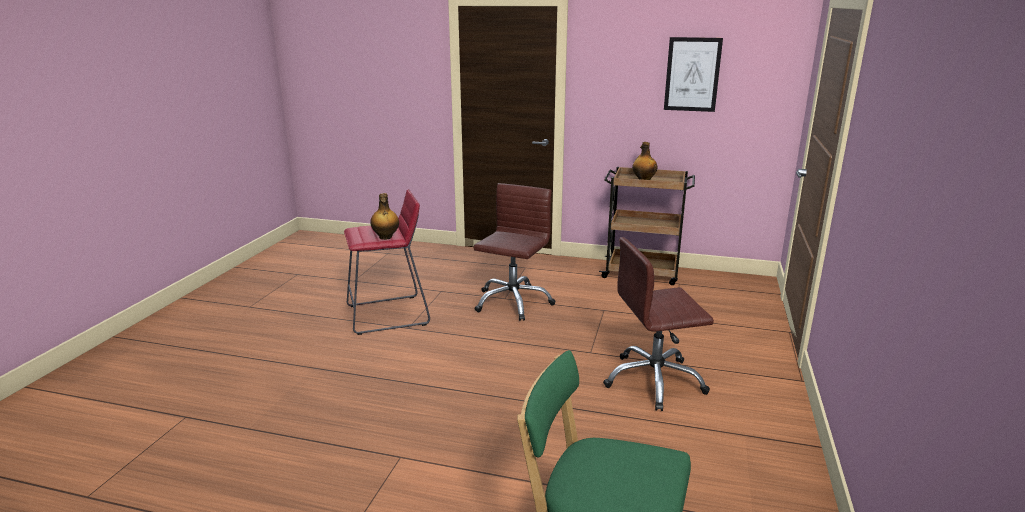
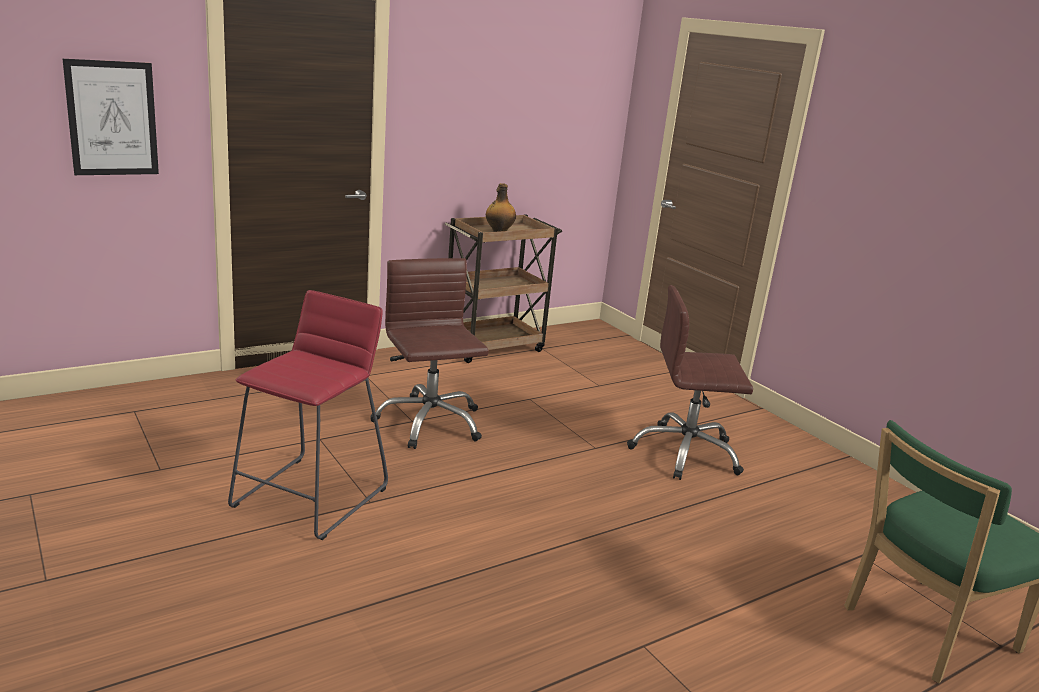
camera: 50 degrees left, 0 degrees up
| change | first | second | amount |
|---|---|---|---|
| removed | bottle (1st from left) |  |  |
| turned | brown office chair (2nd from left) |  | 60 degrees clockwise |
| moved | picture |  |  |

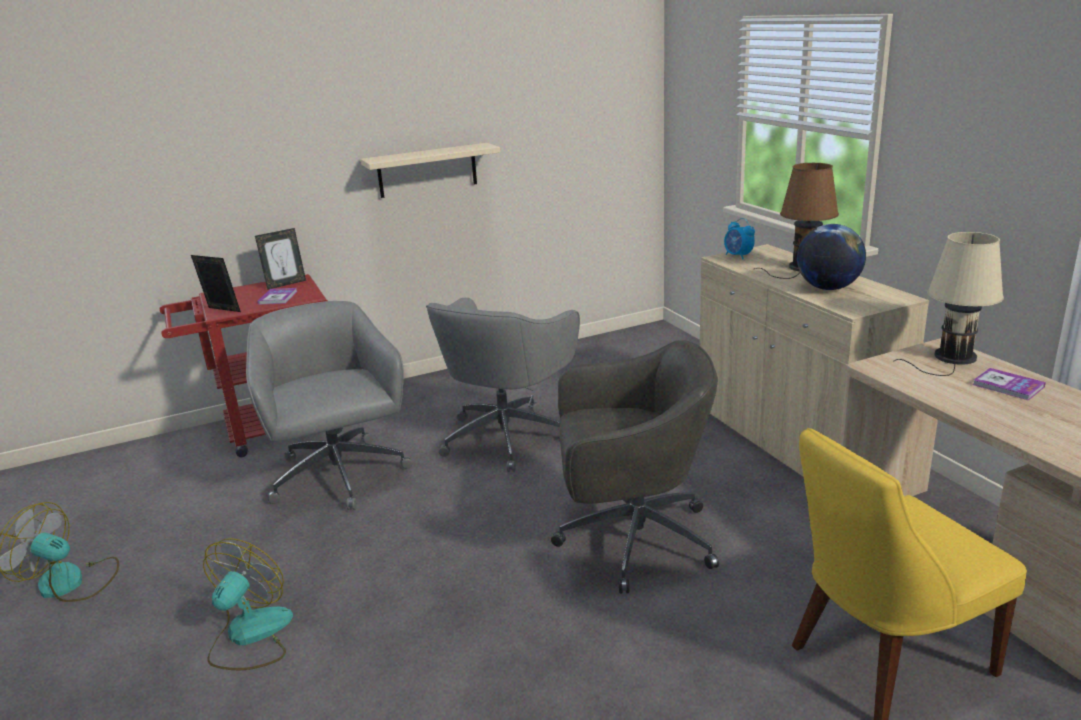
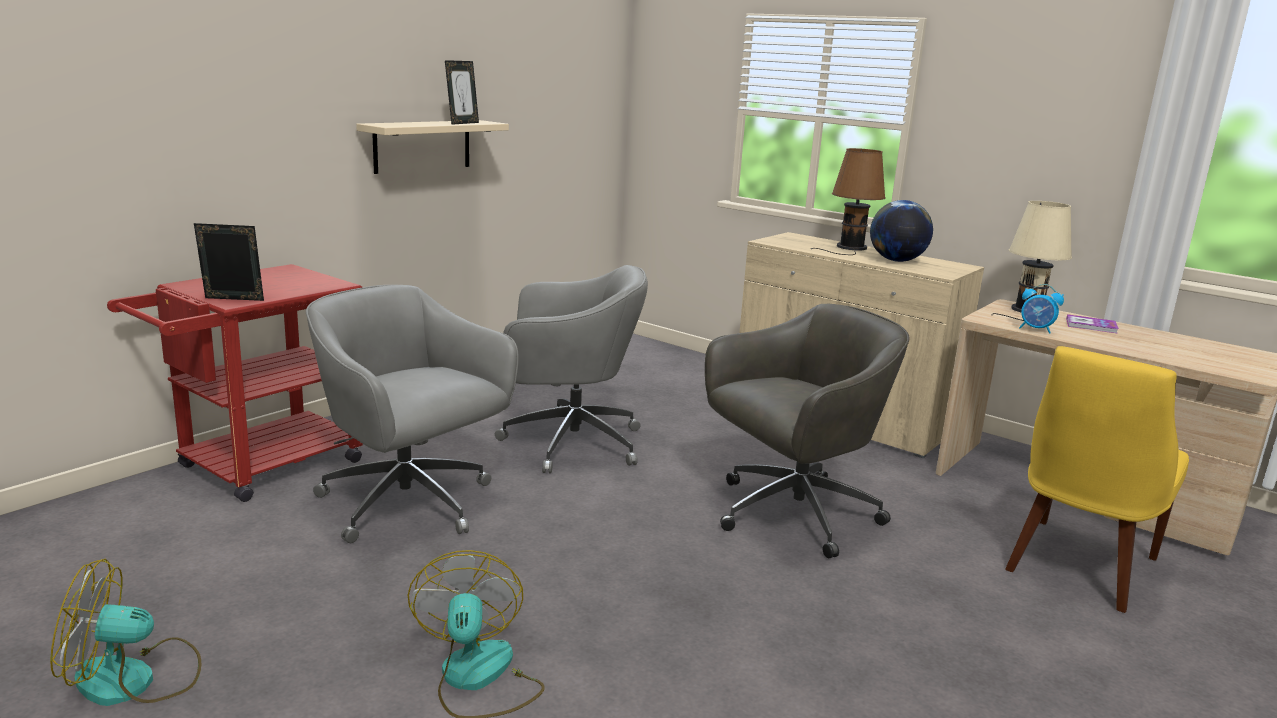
camera: 30 degrees left, 5 degrees down
| change | first | second | amount |
|---|---|---|---|
| moved | picture frame (2nd from left) |  |  |
| removed | book (1st from left) |  |  |
| turned | grey office chair (2nd from left) |  | 90 degrees counterclockwise |
| moved | alarm clock |  |  |

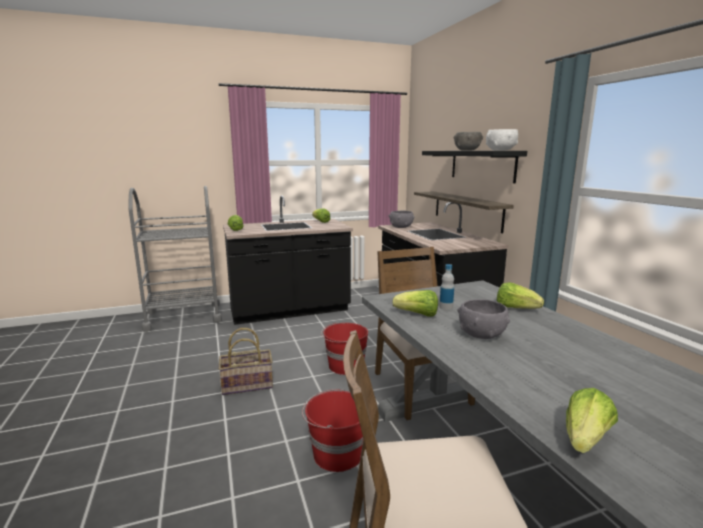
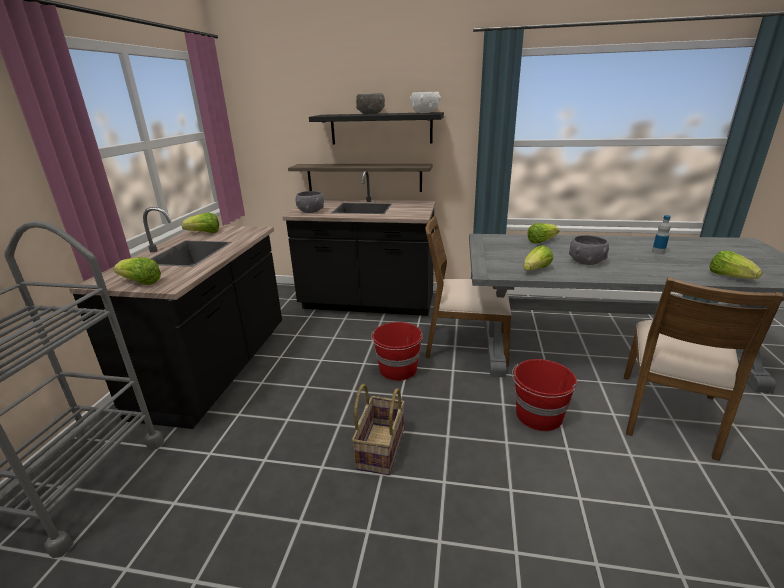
camera: 60 degrees left, 10 degrees up
| change | first | second | amount |
|---|---|---|---|
| moved | bottle |  |  |

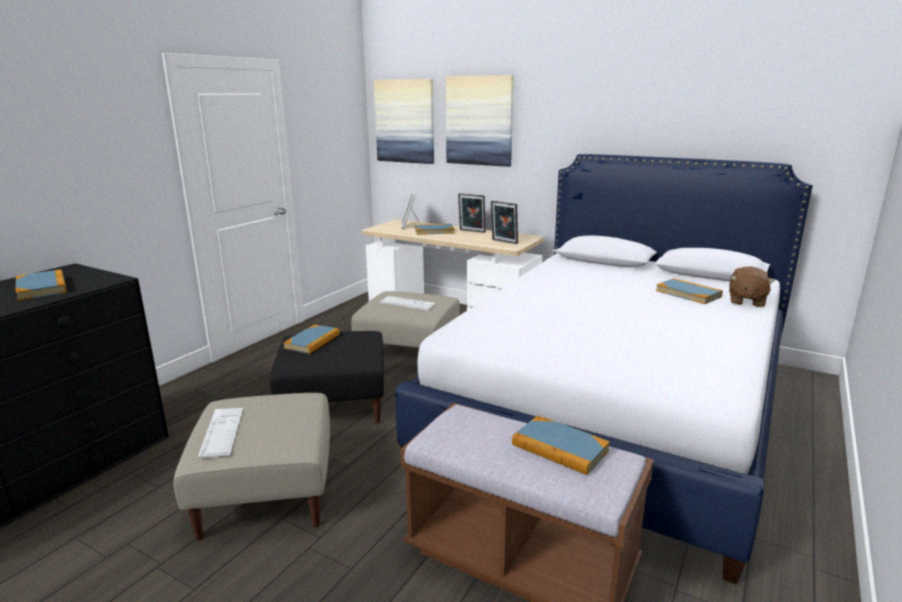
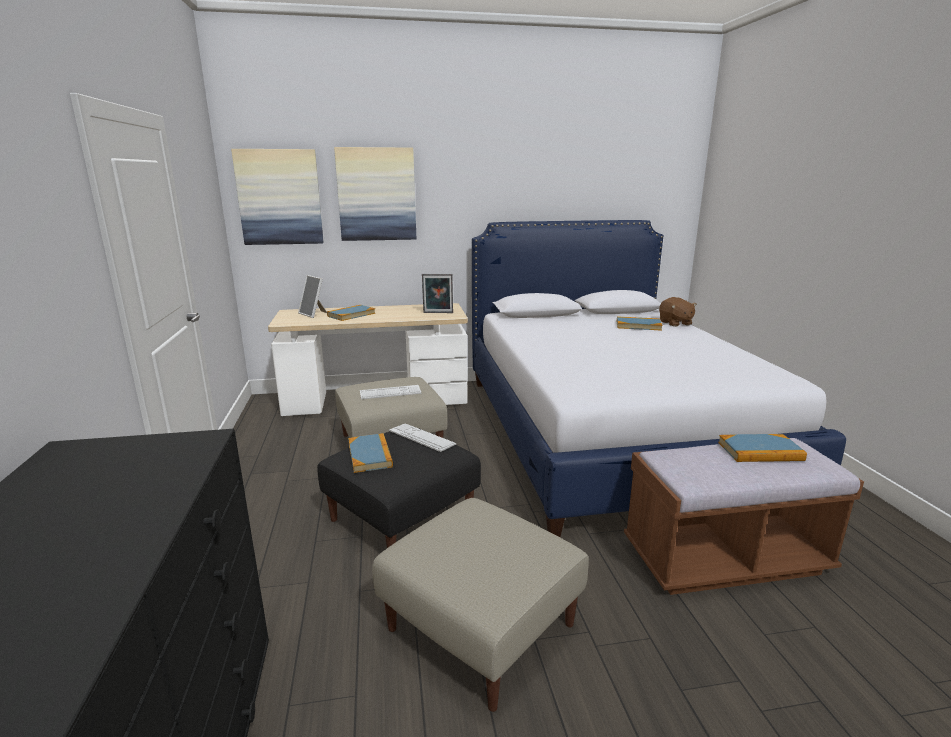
camera: 40 degrees left, 0 degrees up
| change | first | second | amount |
|---|---|---|---|
| removed | book (1st from left) |  |  |
| moved | keyboard (1st from left in the first image) | keyboard (2nd from left) |  |
| removed | picture frame (2nd from left) |  |  |

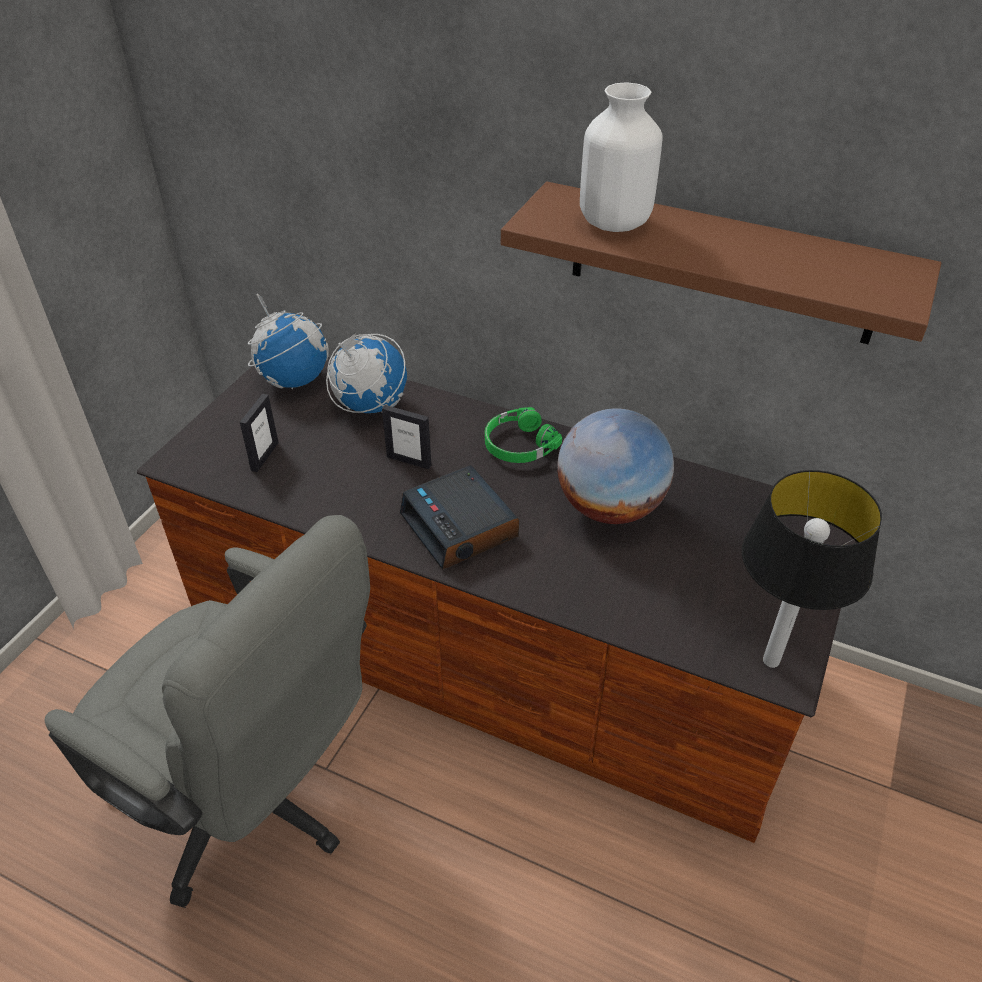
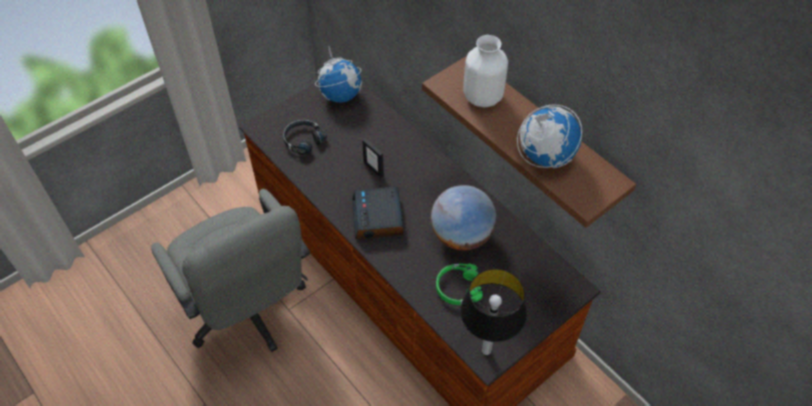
camera: 25 degrees right, 10 degrees up
| change | first | second | amount |
|---|---|---|---|
| replaced | picture frame (1st from left) | black headphones |  |
| moved | globe (2nd from left in the first image) | globe (3rd from left) |  |
| moved | green headphones |  |  |

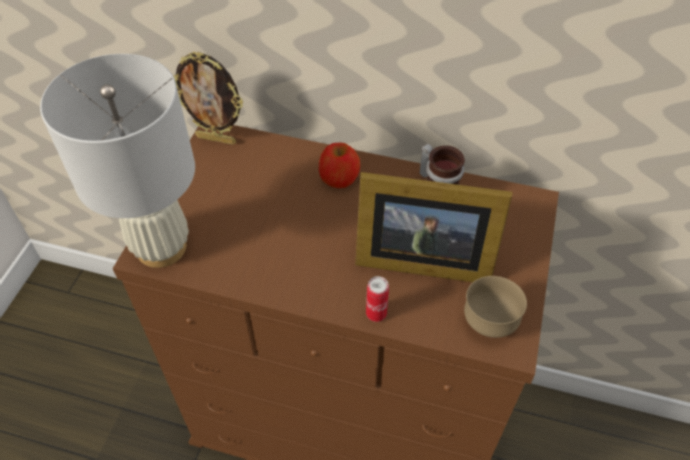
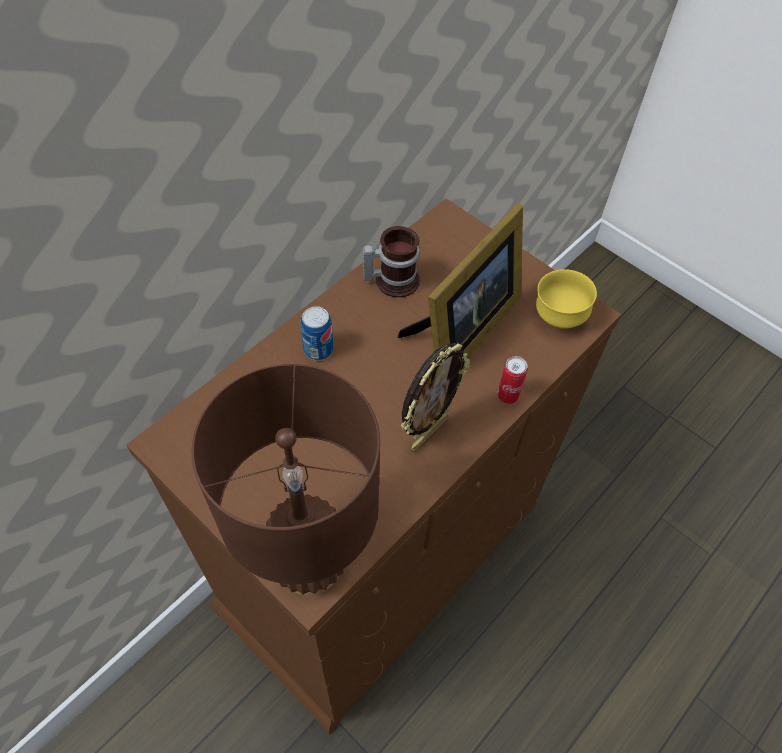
camera: 65 degrees left, 5 degrees up
| change | first | second | amount |
|---|---|---|---|
| recoloured | white table lamp | brown table lamp |  |
| moved | picture frame (1st from left) |  |  |
| replaced | apple | can (1st from left) |  |
| recoloured | brown bowl | yellow bowl |  |

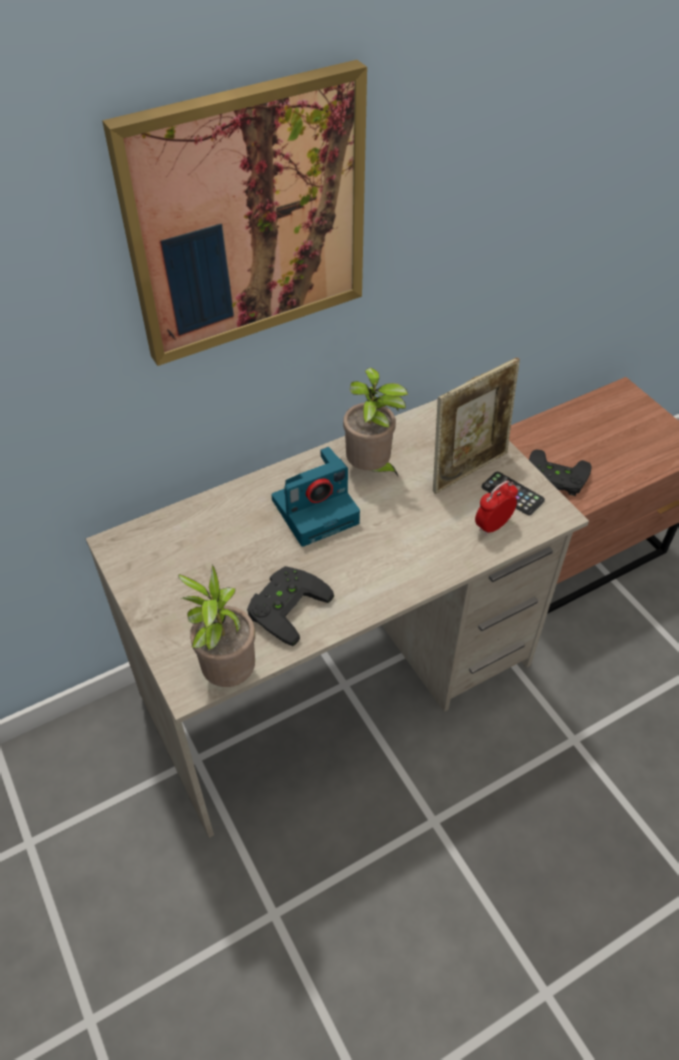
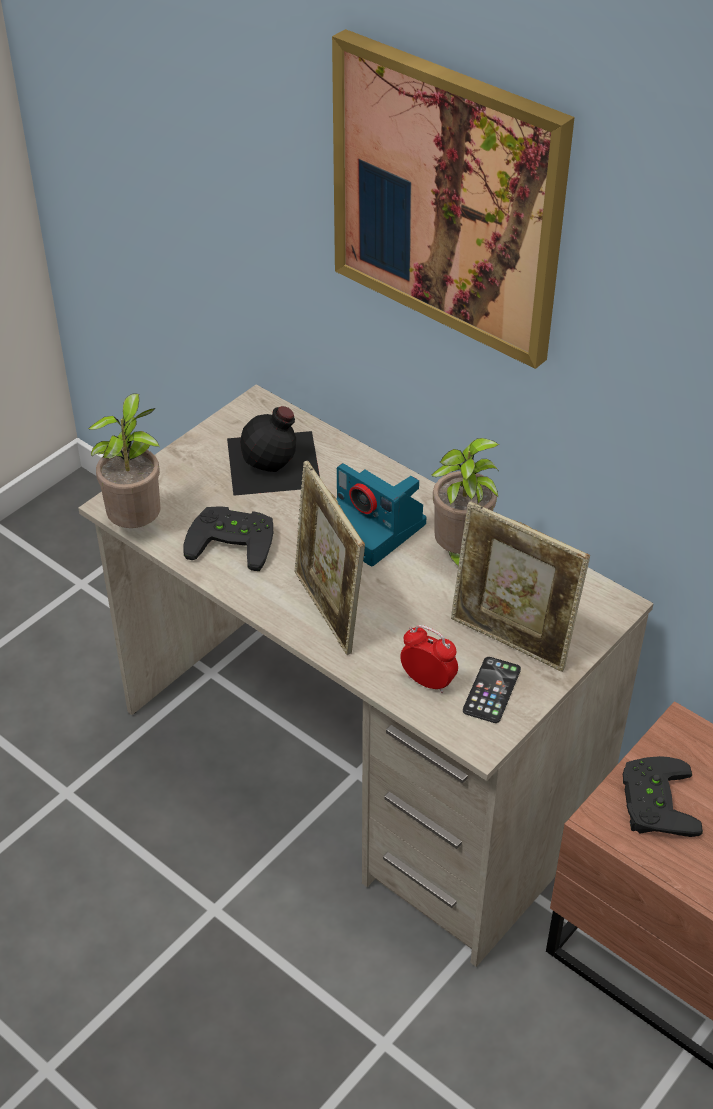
camera: 70 degrees right, 5 degrees down
| change | first | second | amount |
|---|---|---|---|
| added |  | black bottle |  |
| added |  | picture frame (1st from left) |  |

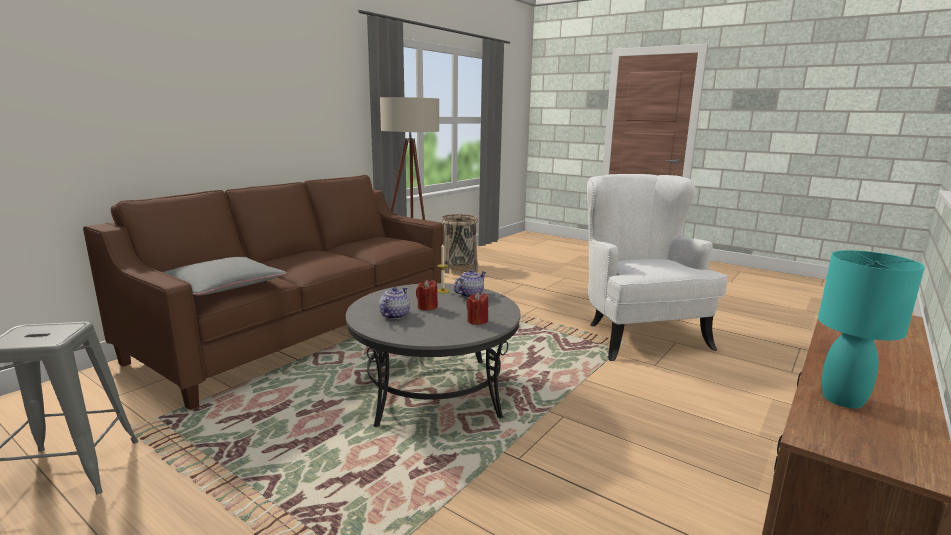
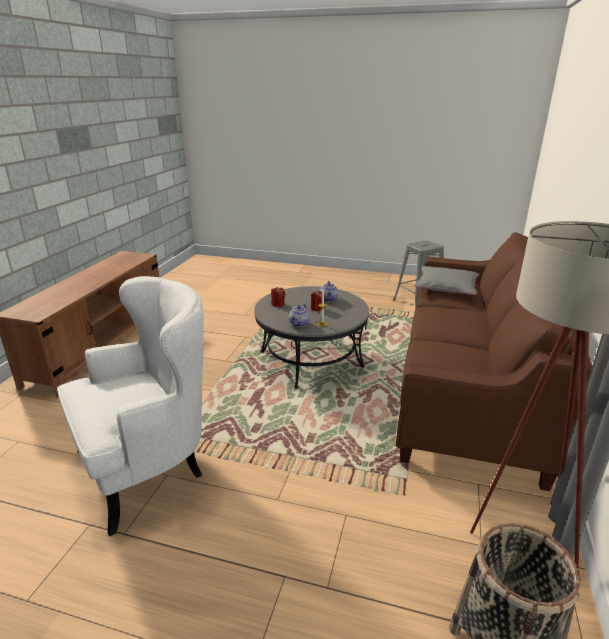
camera: 160 degrees right, 10 degrees up
| change | first | second | amount |
|---|---|---|---|
| turned | white armchair |  | 90 degrees counterclockwise |
| removed | turquoise table lamp |  |  |

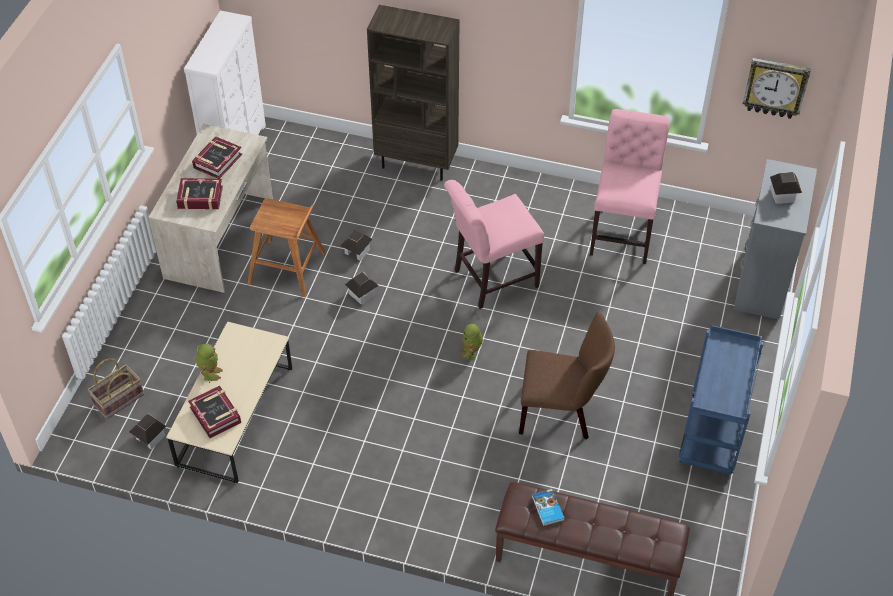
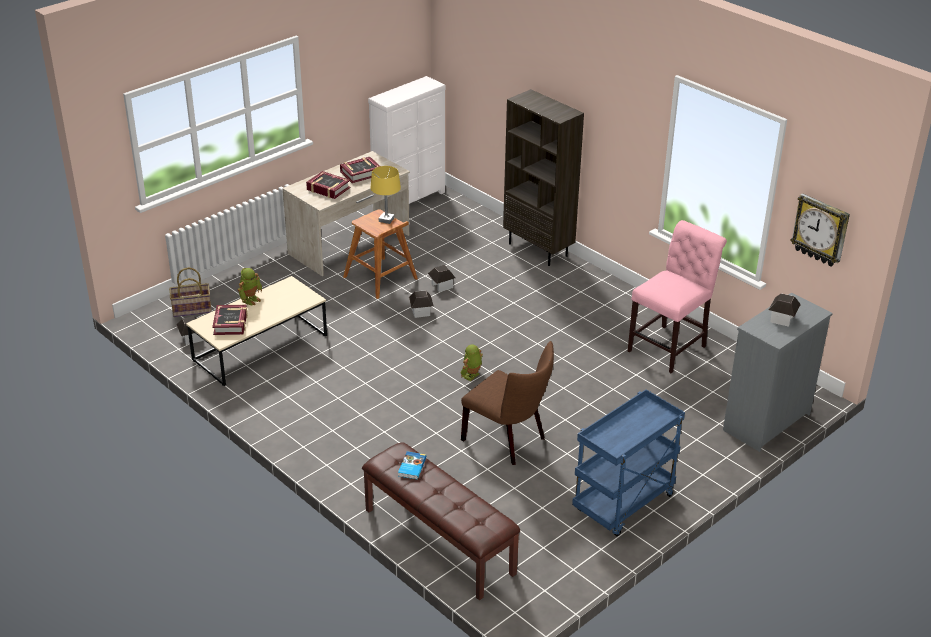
camera: 30 degrees right, 15 degrees down
| change | first | second | amount |
|---|---|---|---|
| removed | pink chair (1st from left) |  |  |
| added |  | yellow table lamp |  |

